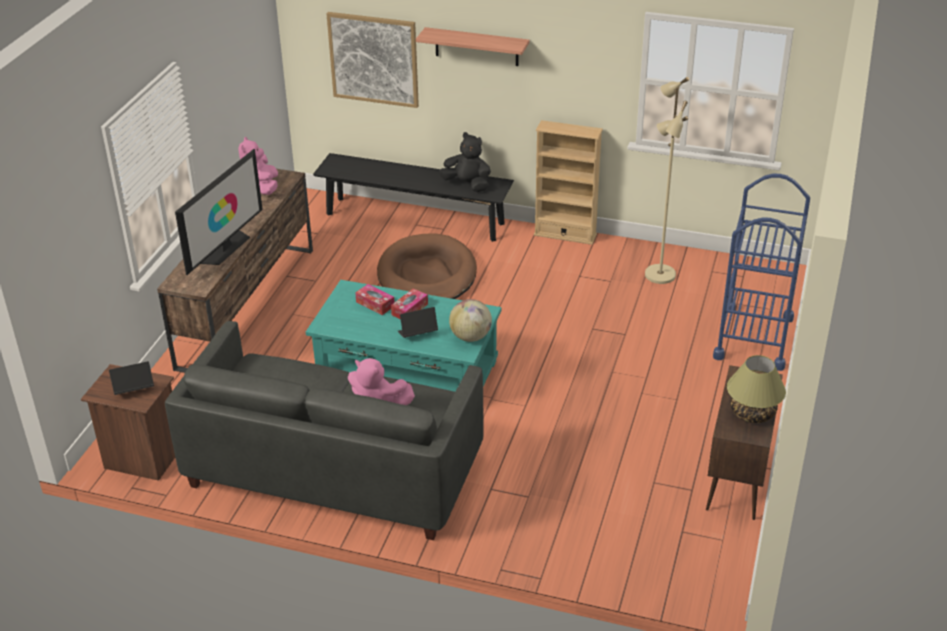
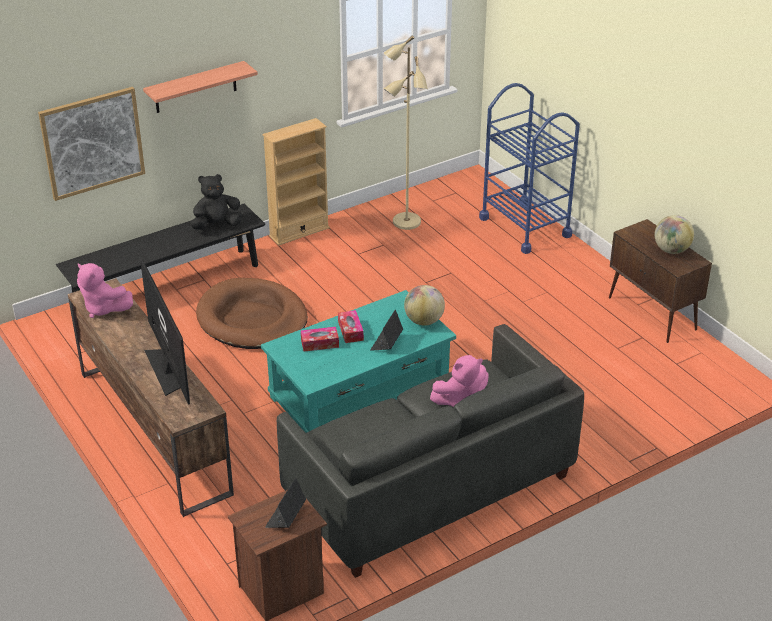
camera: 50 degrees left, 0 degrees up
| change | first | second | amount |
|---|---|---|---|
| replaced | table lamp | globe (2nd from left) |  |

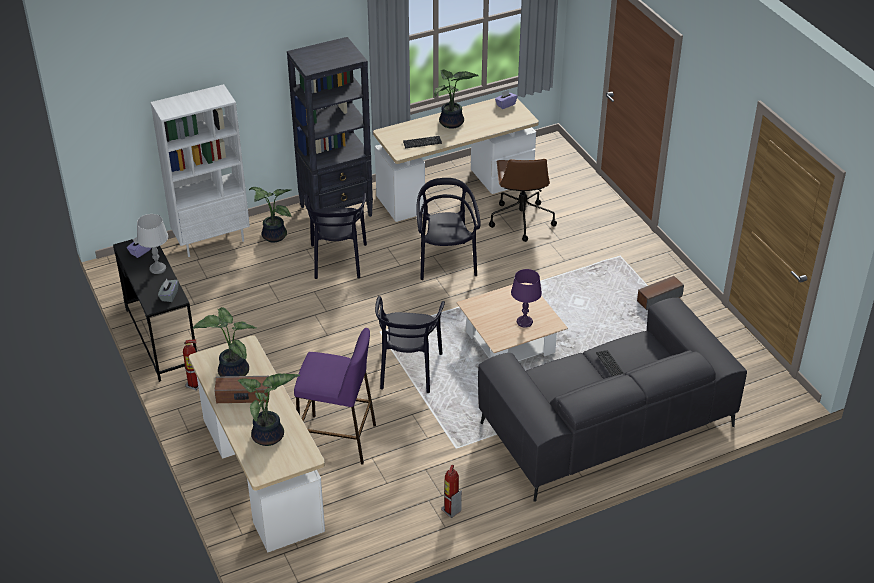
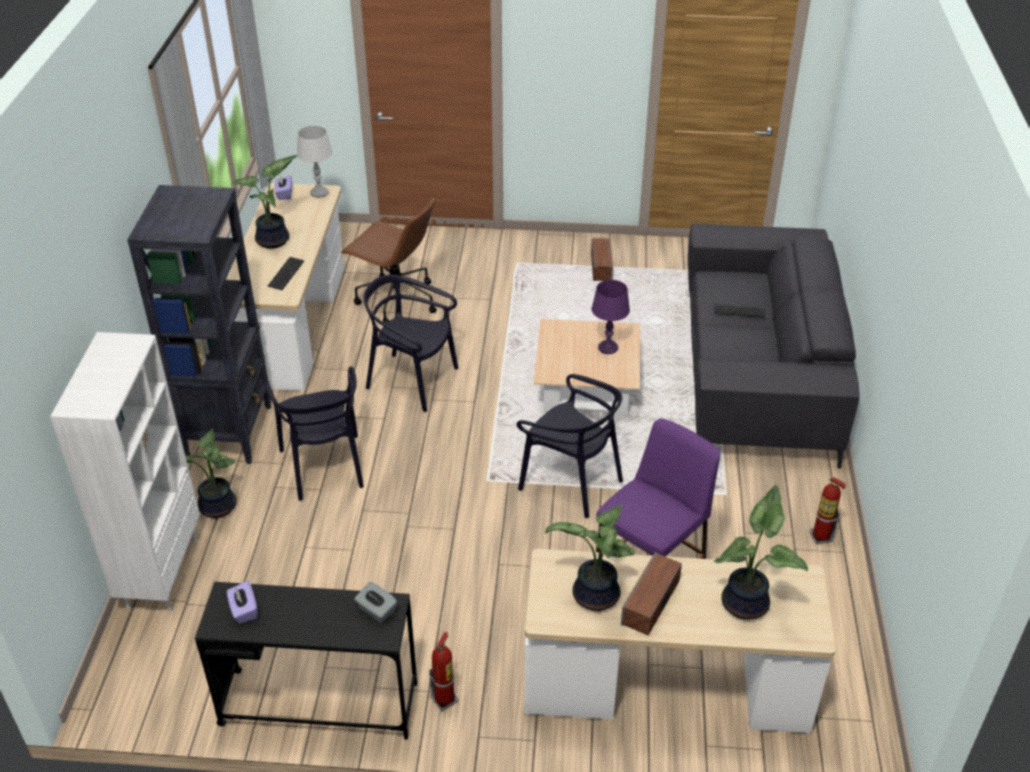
camera: 60 degrees left, 0 degrees up
| change | first | second | amount |
|---|---|---|---|
| moved | grey table lamp |  |  |
| turned | black chair (1st from left) |  | 45 degrees clockwise |

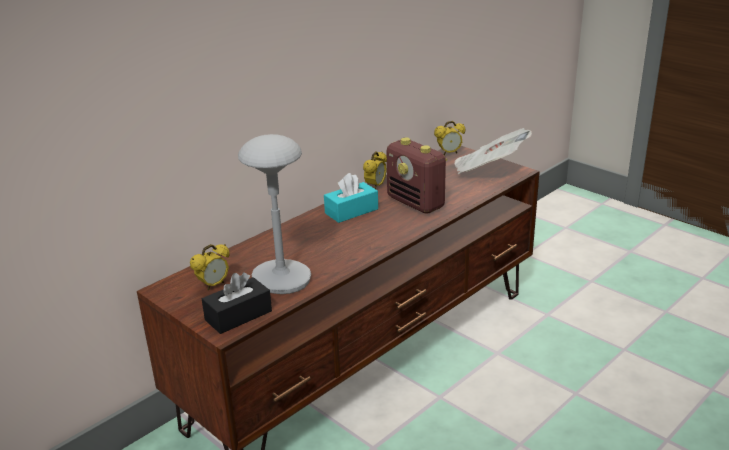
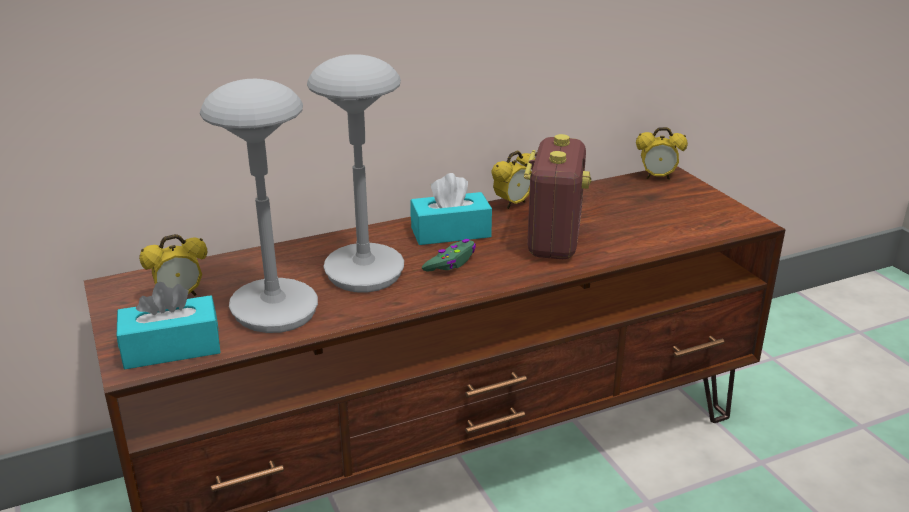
camera: 20 degrees right, 0 degrees up
| change | first | second | amount |
|---|---|---|---|
| recoloured | black tissue box | turquoise tissue box (1st from left) |  |
| turned | radio |  | 150 degrees counterclockwise |
| removed | newspaper |  |  |
| added |  | grey table lamp (2nd from left) |  |
| added |  | green game controller |  |

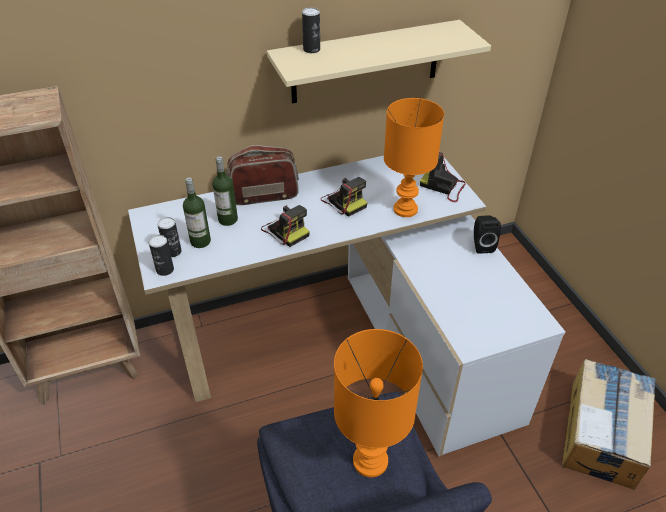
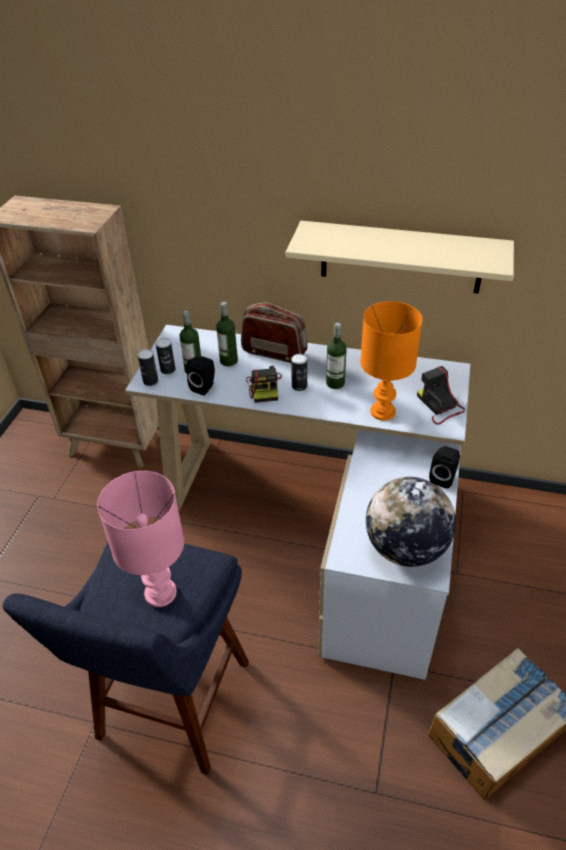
camera: 35 degrees right, 0 degrees up
| change | first | second | amount |
|---|---|---|---|
| moved | can (3rd from left) |  |  |
| replaced | photo camera (2nd from left) | bottle (3rd from left) |  |
| recoloured | orange table lamp (1st from left) | pink table lamp |  |
| added |  | black speaker (1st from left) |  |
| added |  | globe |  |

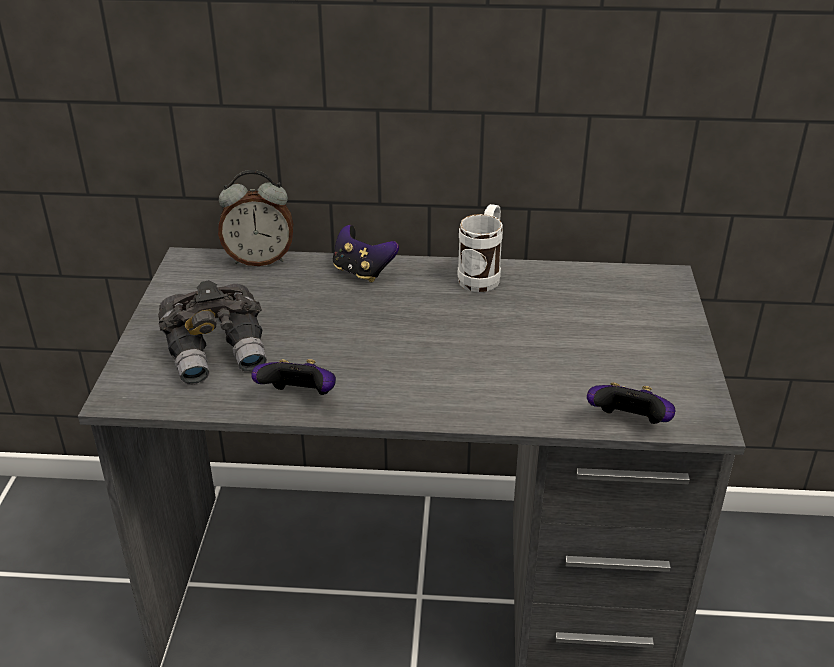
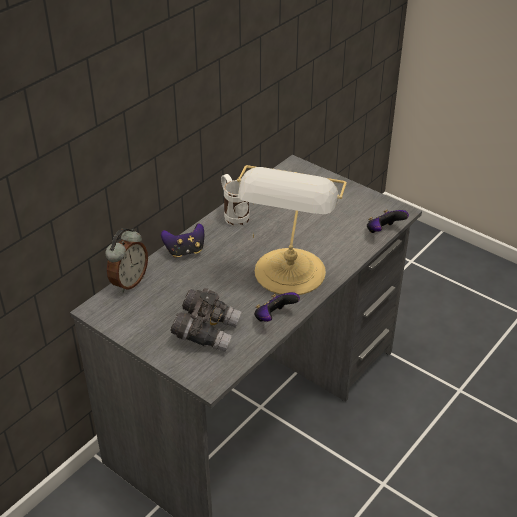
camera: 55 degrees left, 5 degrees up
| change | first | second | amount |
|---|---|---|---|
| added |  | table lamp |  |

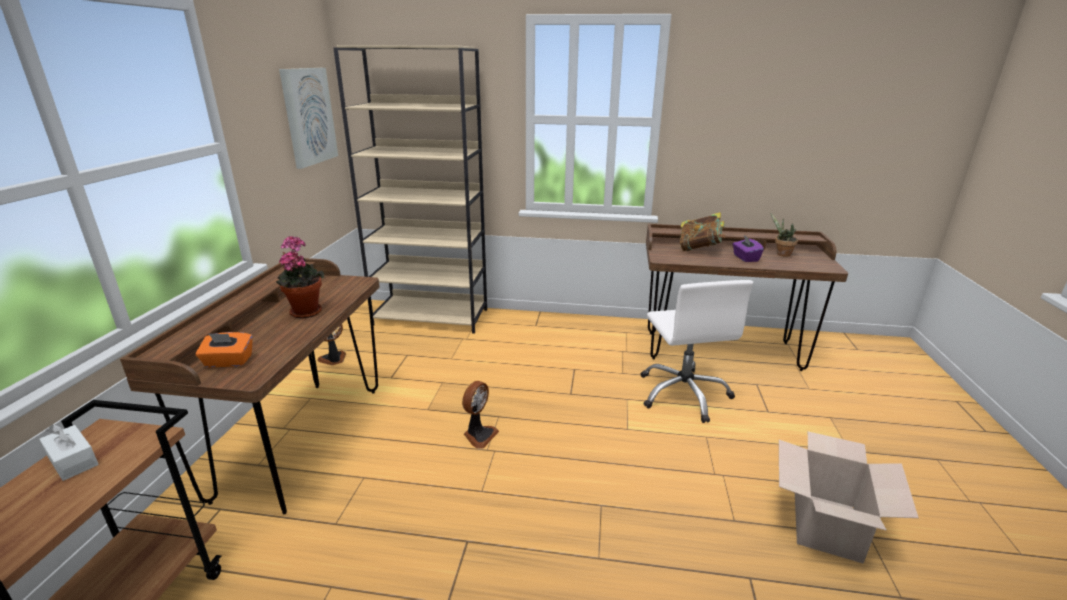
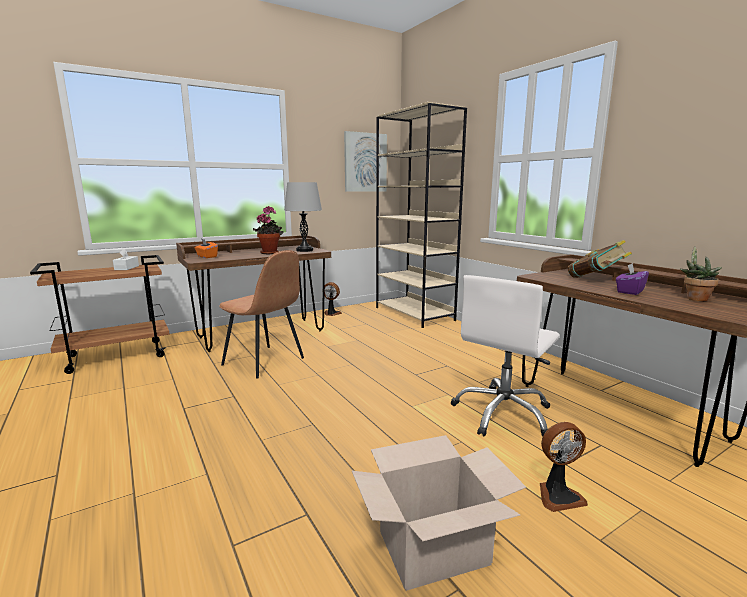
camera: 50 degrees right, 10 degrees down
| change | first | second | amount |
|---|---|---|---|
| moved | fan (2nd from left) |  |  |
| added |  | brown chair |  |
| added |  | grey table lamp |  |

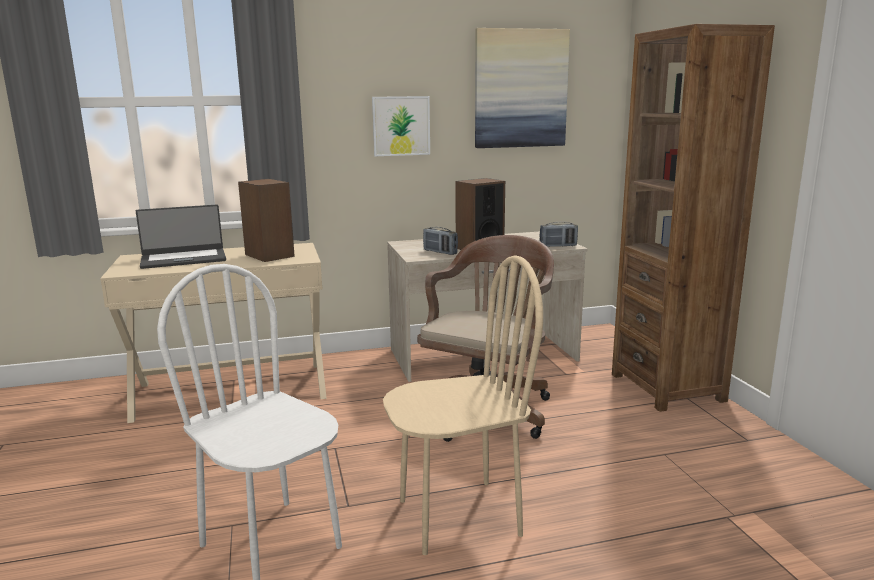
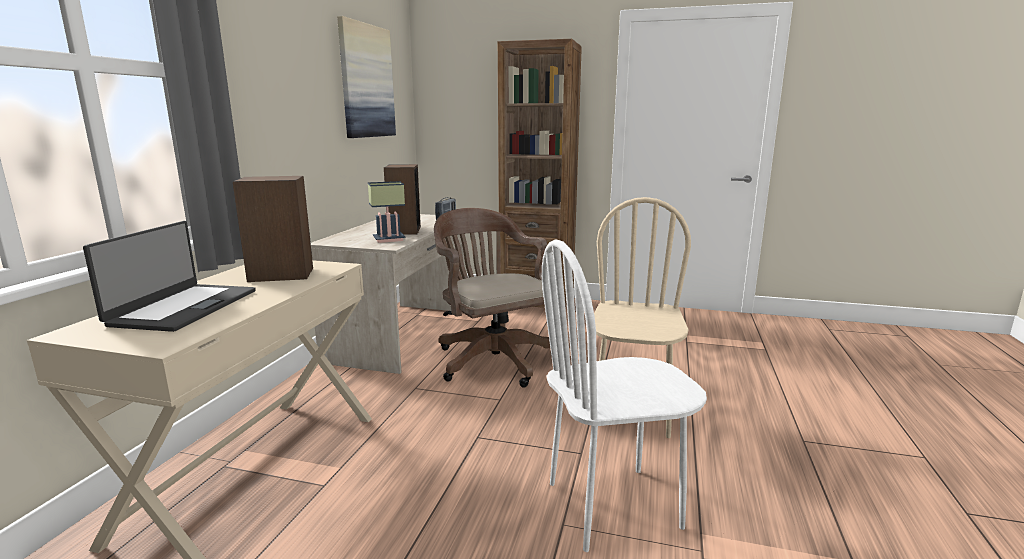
camera: 60 degrees left, 0 degrees up
| change | first | second | amount |
|---|---|---|---|
| removed | picture (1st from left) |  |  |
| replaced | radio (1st from left) | table lamp |  |

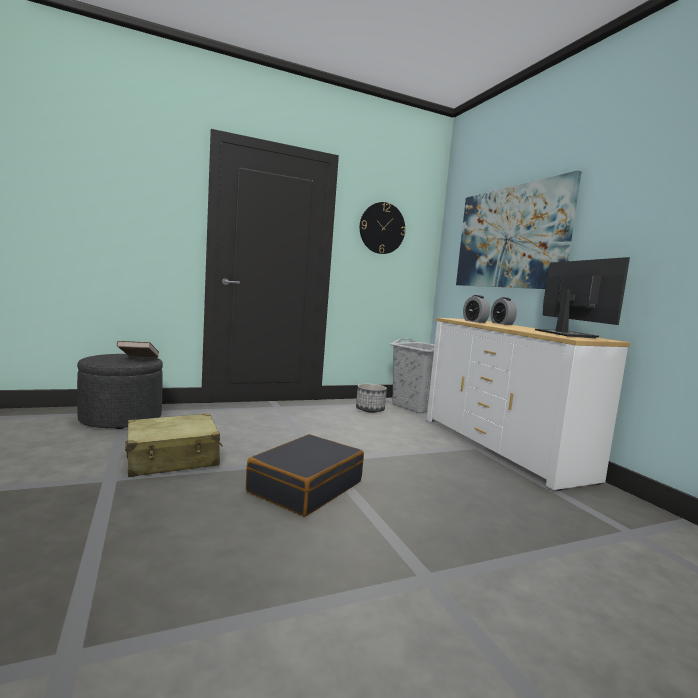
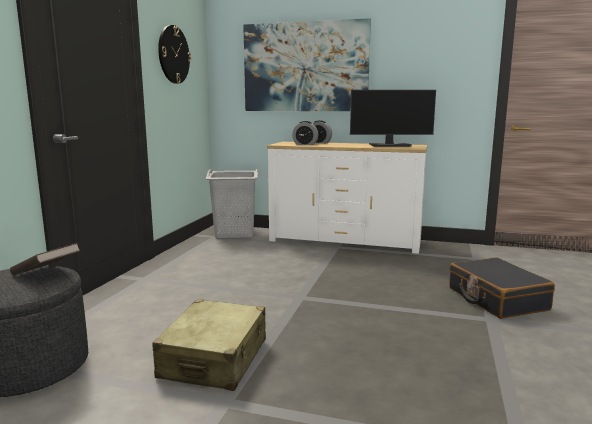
camera: 50 degrees left, 5 degrees up
| change | first | second | amount |
|---|---|---|---|
| moved | black suitcase |  |  |
| removed | planter |  |  |
| turned | monitor |  | 150 degrees clockwise |

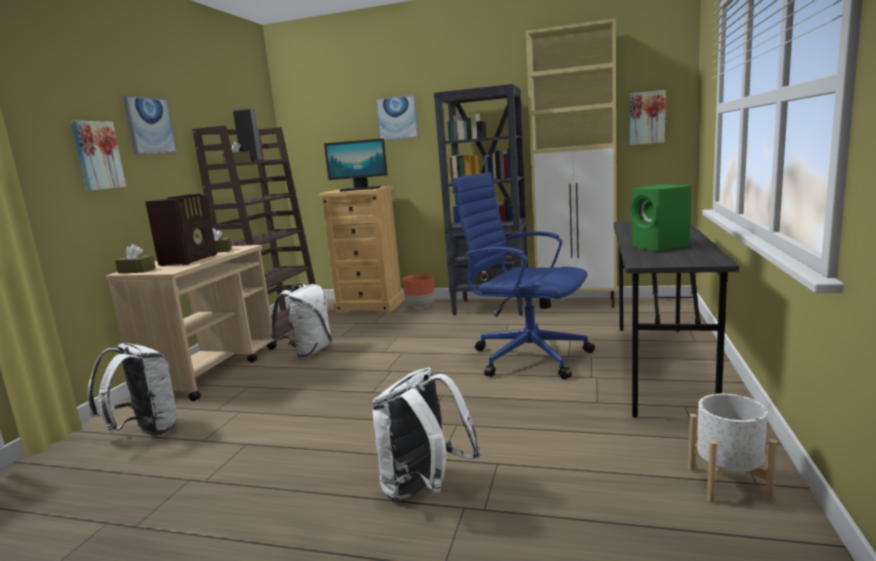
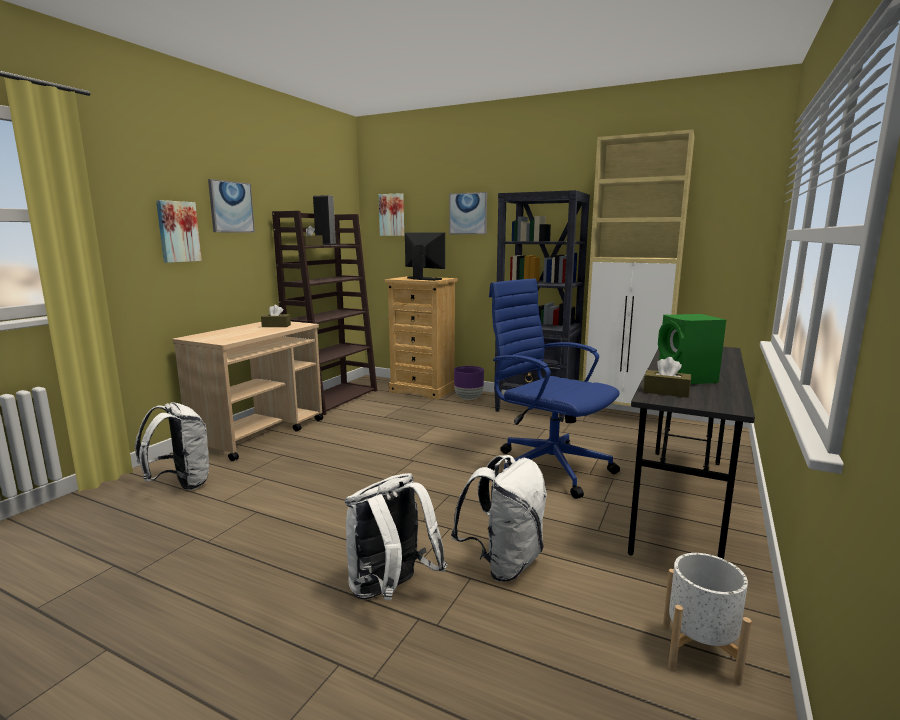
camera: 10 degrees right, 0 degrees up
| change | first | second | amount |
|---|---|---|---|
| moved | brown tissue box (1st from left in the first image) | brown tissue box (3rd from left) |  |
| removed | radio |  |  |
| moved | white backpack (2nd from left in the first image) | white backpack (3rd from left) |  |
| turned | monitor |  | 150 degrees counterclockwise |
| recoloured | brown planter | purple planter |  |
| moved | picture (4th from left in the first image) | picture (3rd from left) |  |

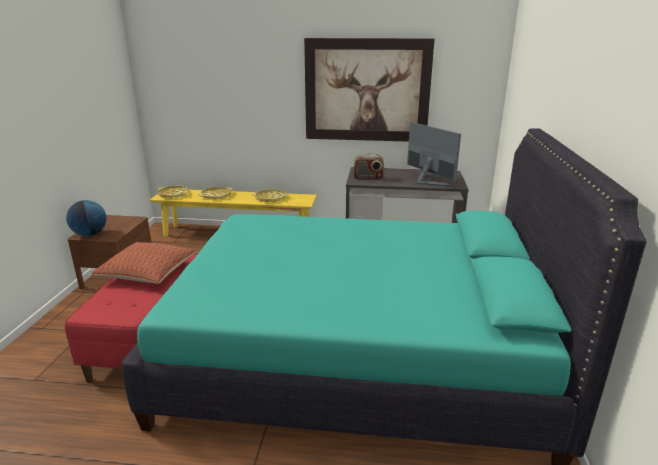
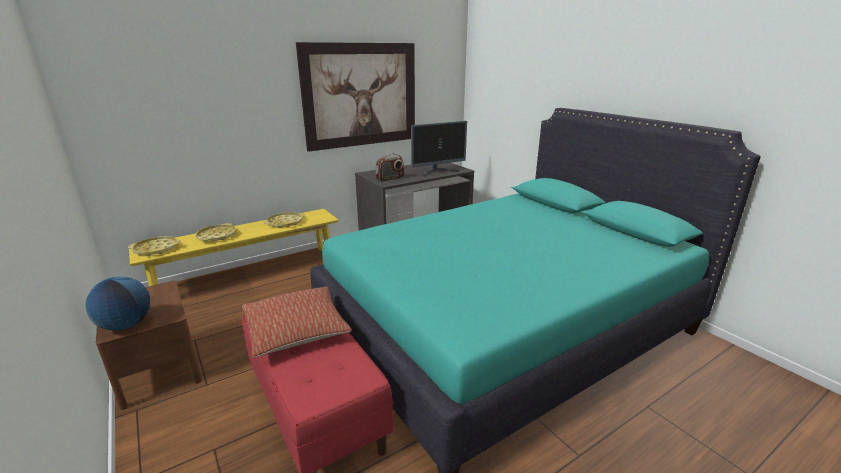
camera: 40 degrees left, 0 degrees up
| change | first | second | amount |
|---|---|---|---|
| turned | monitor |  | 135 degrees clockwise |

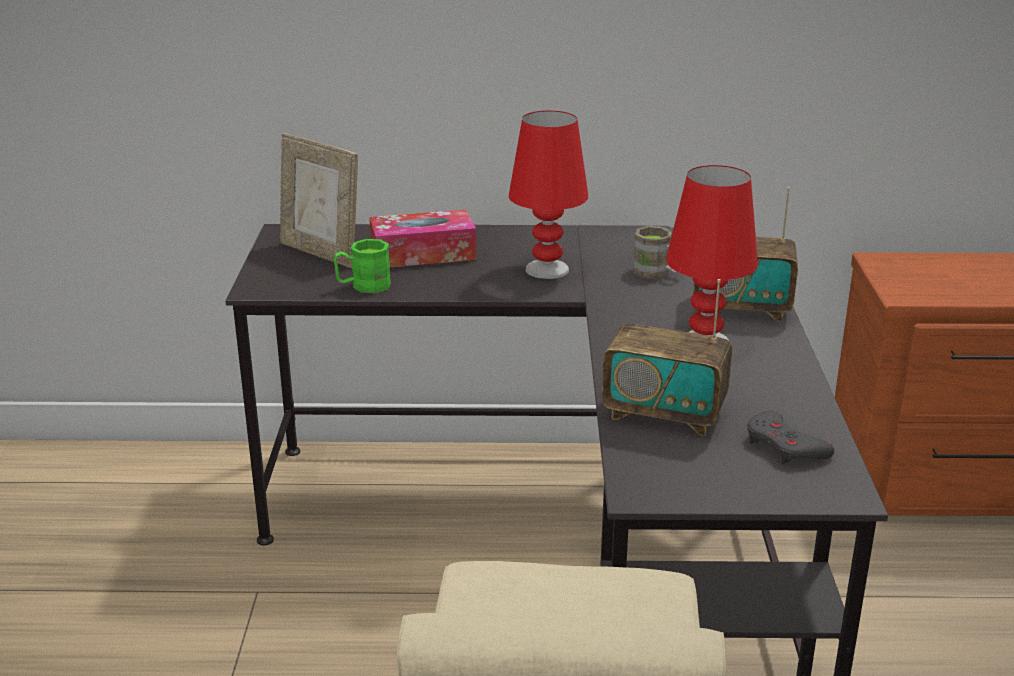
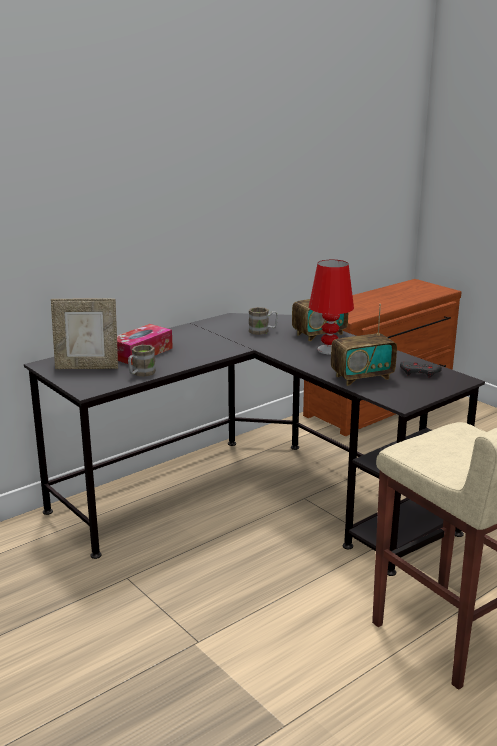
camera: 40 degrees left, 5 degrees down
| change | first | second | amount |
|---|---|---|---|
| recoloured | green mug | brown mug (1st from left) |  |
| removed | red table lamp (1st from left) |  |  |

